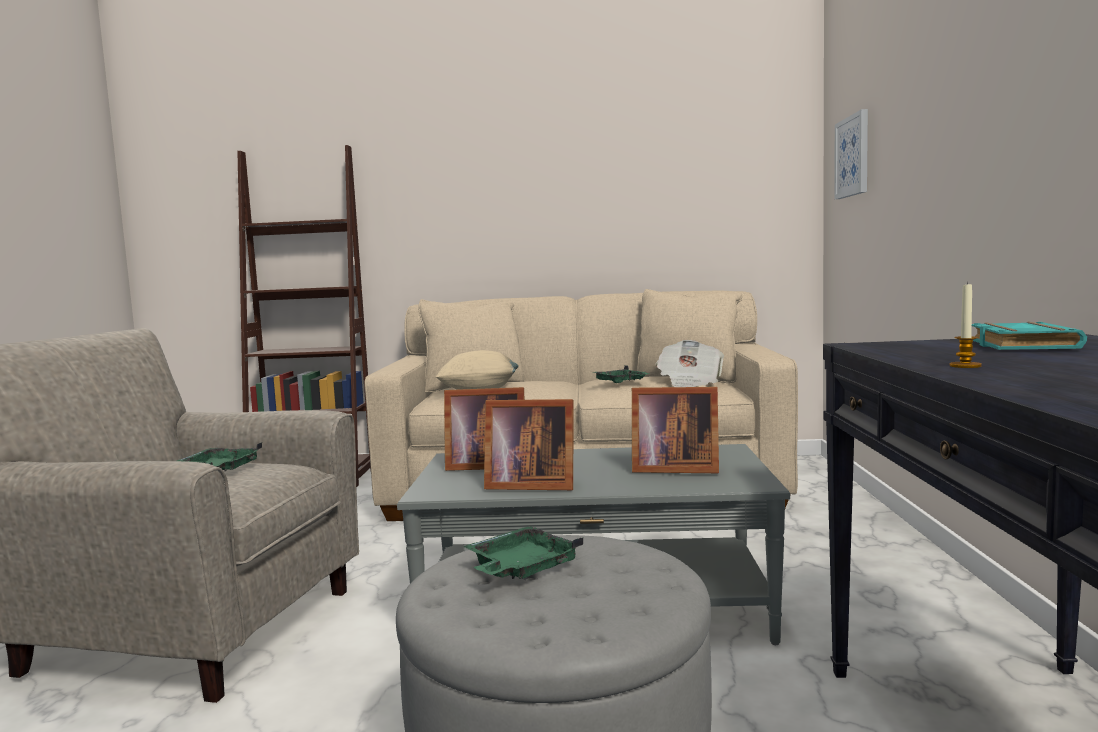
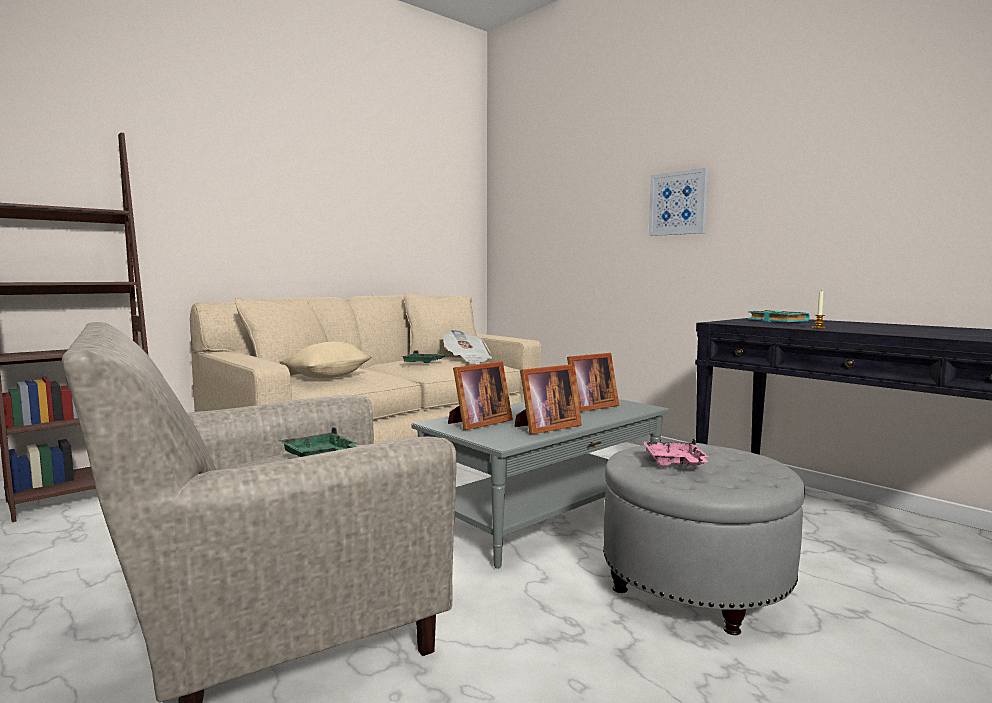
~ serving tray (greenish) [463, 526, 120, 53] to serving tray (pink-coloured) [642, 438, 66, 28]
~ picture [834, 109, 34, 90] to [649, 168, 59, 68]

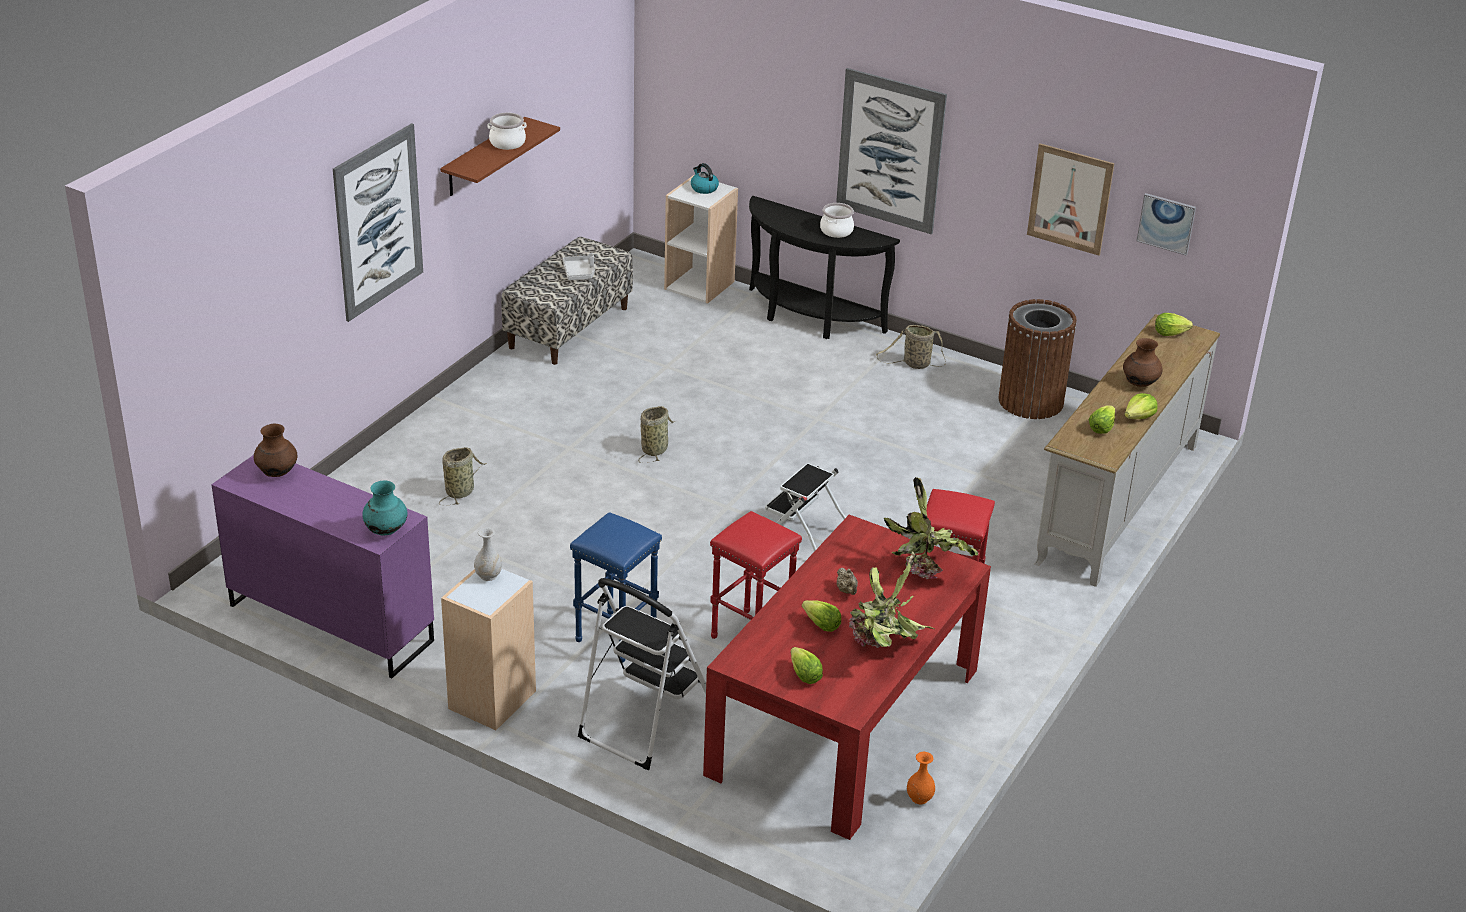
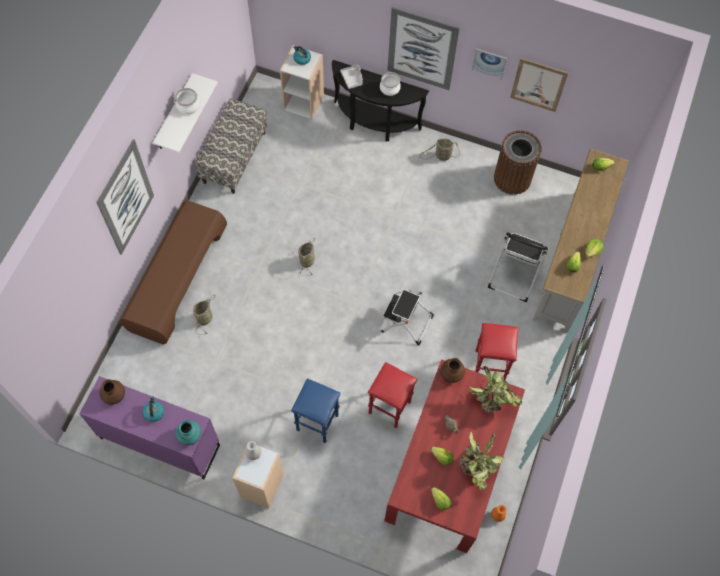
+ bench (brown) [120, 200, 107, 144]
+ water kettle [143, 396, 21, 26]
~ wall shelf (brown) [440, 117, 120, 79] to wall shelf (white-coloured) [153, 73, 65, 80]
~ serving tray (grey) [563, 253, 32, 27] to [340, 65, 23, 24]
~ flower vase (brown) [1123, 338, 40, 49] to [441, 358, 24, 25]
~ picture [1137, 193, 59, 62] to [472, 48, 35, 32]
~ step stool [578, 578, 128, 192] to [488, 232, 61, 70]

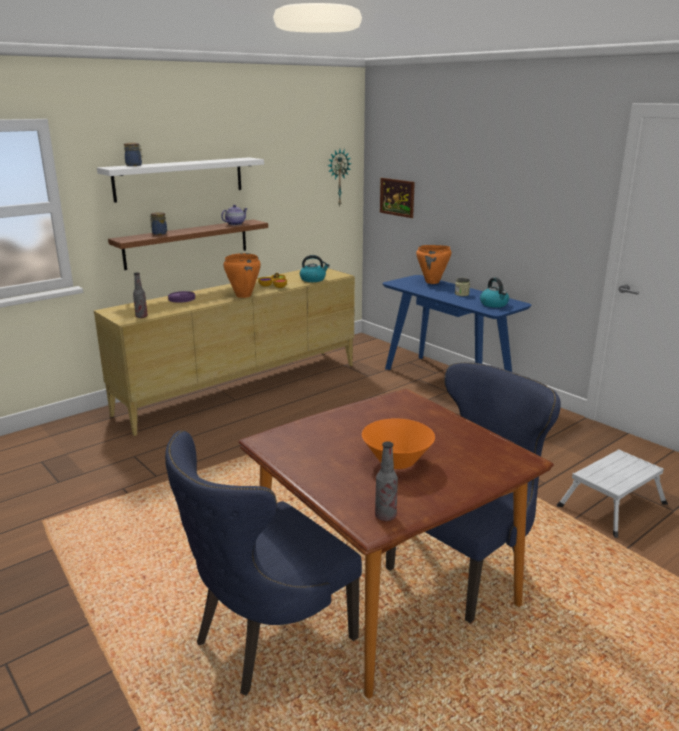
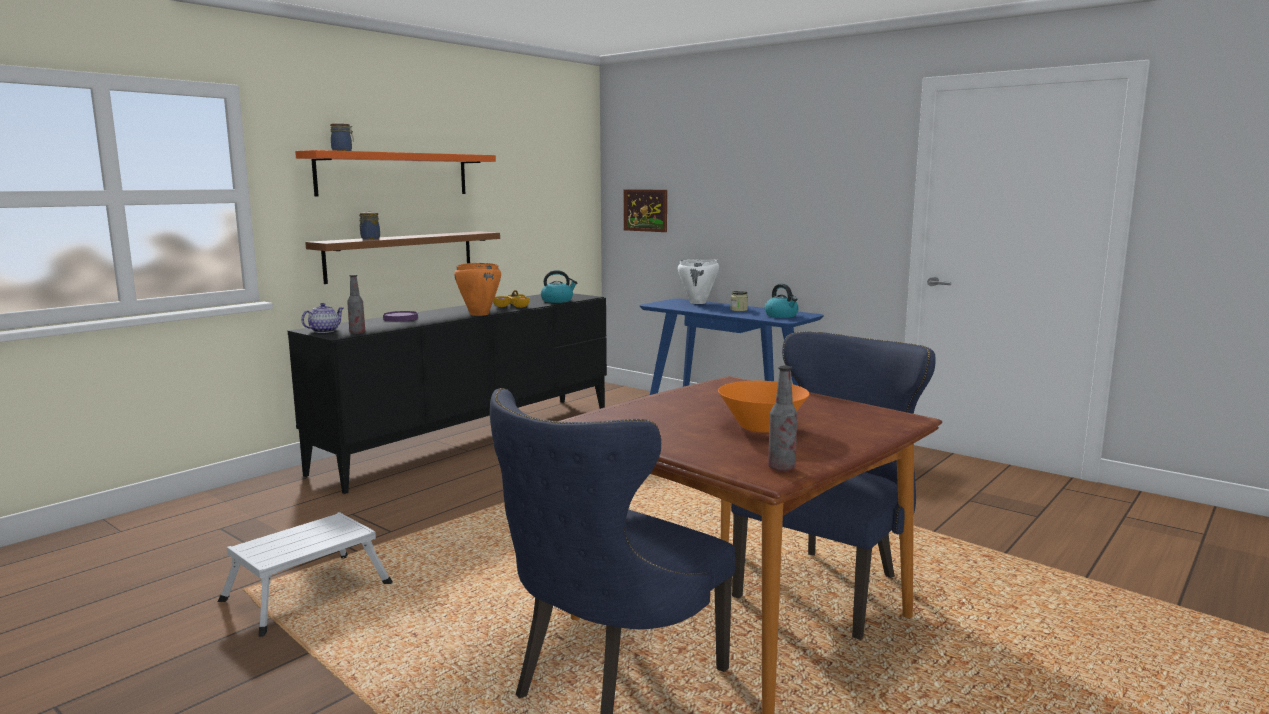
~ step stool (white-coloured) [557, 449, 111, 89] to [218, 512, 175, 125]
~ cabinet (beige-coloured) [93, 268, 262, 168] to cabinet (blackish) [288, 293, 319, 201]
~ wall shelf (white-coloured) [97, 157, 167, 46] to wall shelf (orange-coloured) [295, 150, 201, 47]
~ pot for tea [221, 205, 27, 20] to [301, 303, 42, 30]
~ stockpot (orange-coloured) [416, 245, 35, 39] to stockpot (white-coloured) [678, 259, 41, 45]
- hanging clock [328, 149, 23, 57]

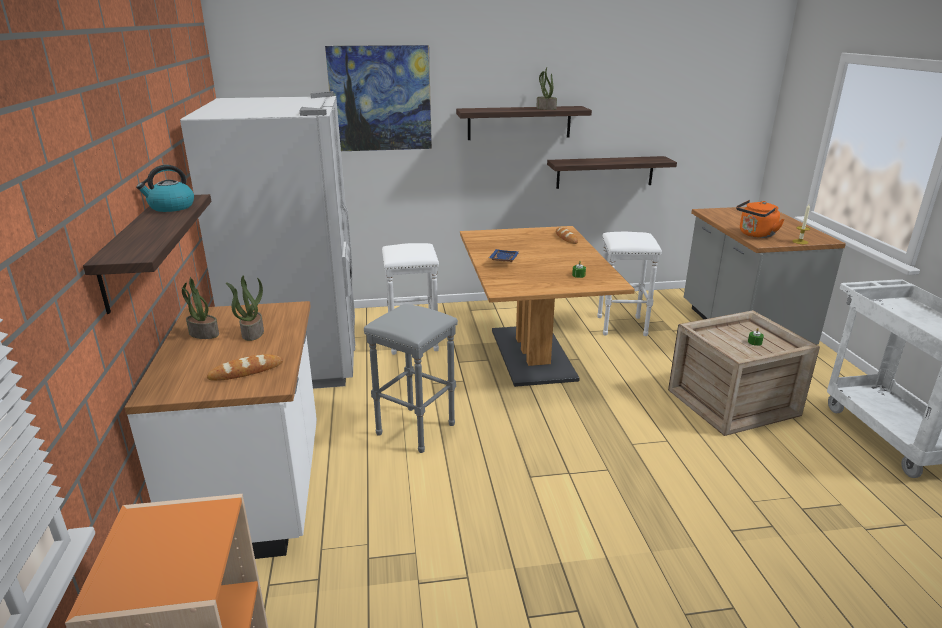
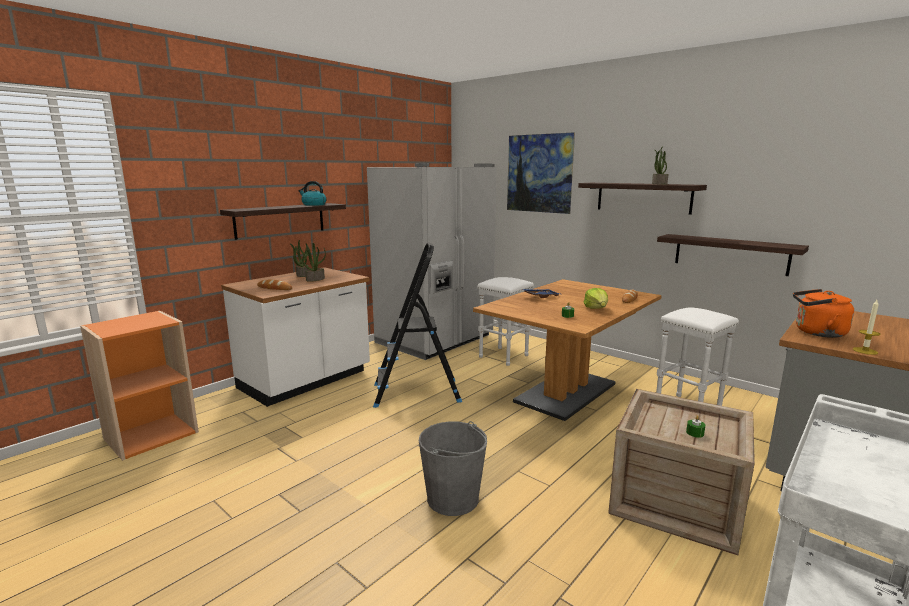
~ sitting stool (grey) [364, 304, 94, 149] to step stool (blackish) [373, 242, 89, 166]
+ bucket (grey) [419, 421, 68, 95]
+ lettuce head [584, 288, 24, 21]

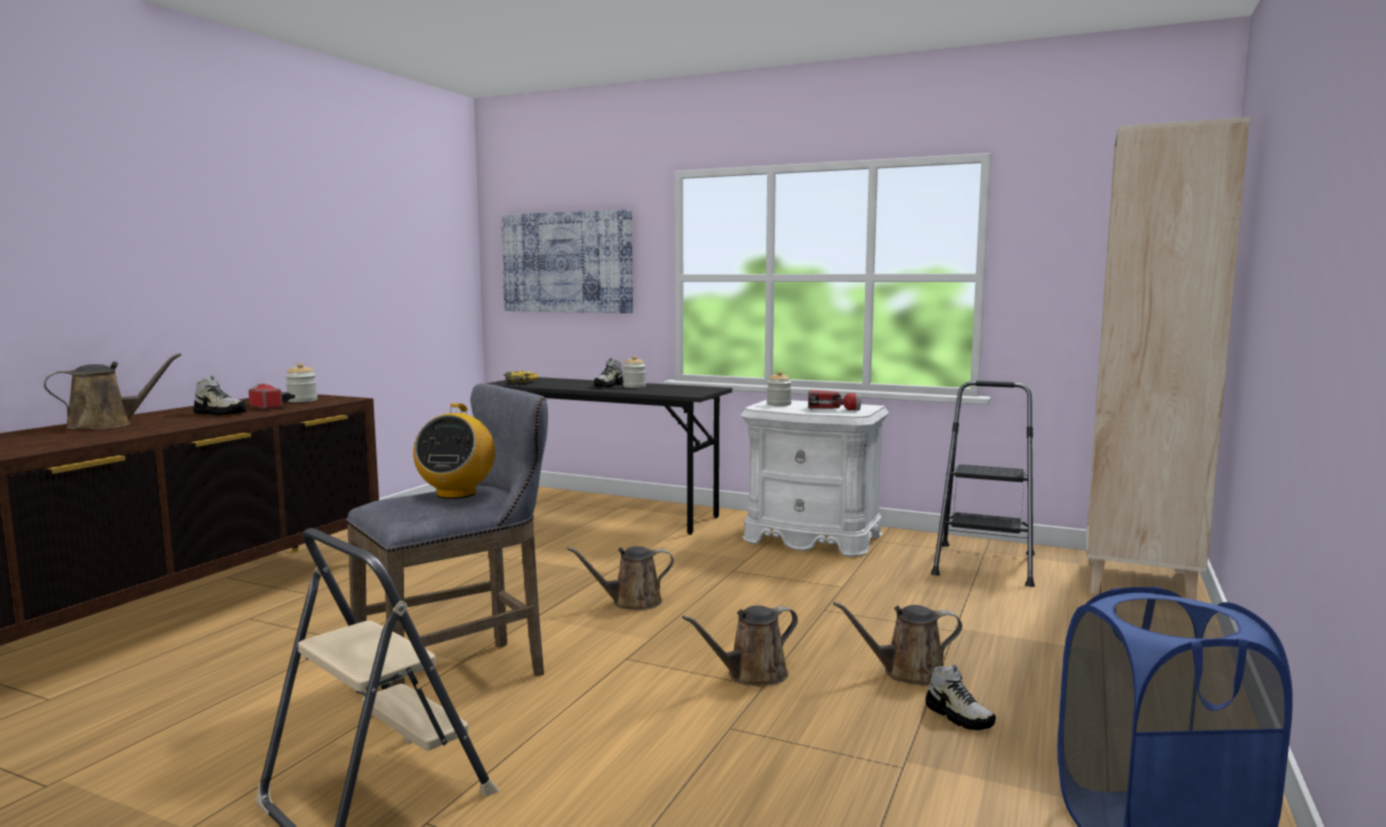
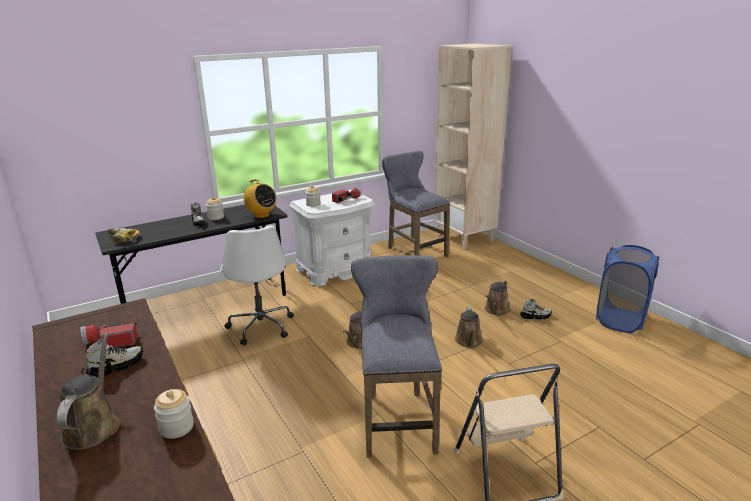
~ jar [285, 363, 32, 39] to [154, 389, 40, 50]
+ computer chair (white-coloured) [220, 226, 74, 119]
~ radio receiver [413, 403, 82, 96] to [241, 179, 35, 39]
~ step stool (blackish) [931, 380, 104, 207] to sitting stool (grey) [382, 151, 68, 106]
- picture [501, 210, 132, 103]

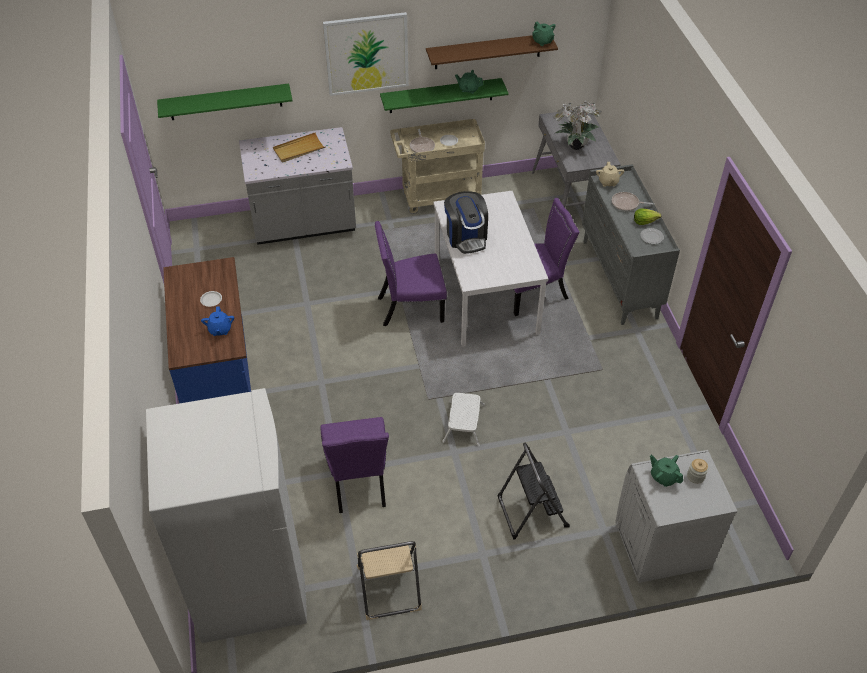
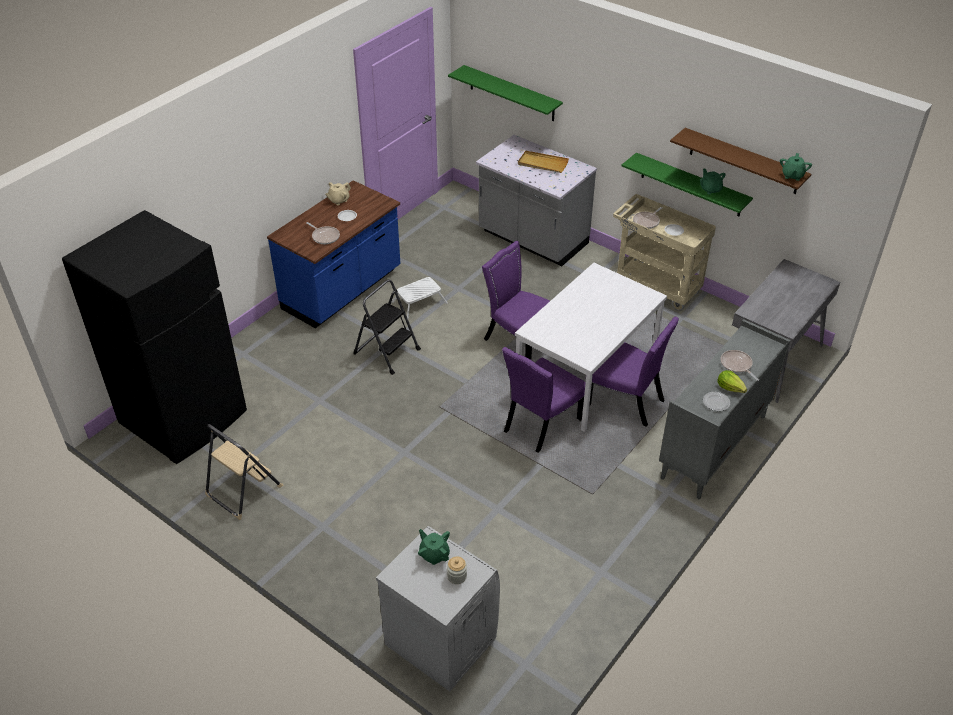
~ refrigerator (white-coloured) [146, 388, 161, 255] to refrigerator (blackish) [62, 210, 185, 254]
~ pot for tea (blue-coloured) [201, 306, 33, 30] to pan [306, 222, 34, 22]
~ pot for tea (beige-coloured) [596, 162, 28, 25] to [326, 182, 25, 23]
~ step stool (blackish) [498, 443, 72, 97] to [353, 279, 68, 96]
~ step stool (white-coloured) [442, 393, 43, 54] to [392, 277, 55, 42]
~ pot for tea (greenish) [650, 455, 33, 32] = [418, 529, 32, 36] 45 degrees counterclockwise
~ chair (purple) [320, 417, 69, 96] to [502, 347, 84, 106]
- picture [323, 12, 86, 84]
- coffee machine [444, 191, 44, 63]
- houseplant [553, 100, 49, 50]

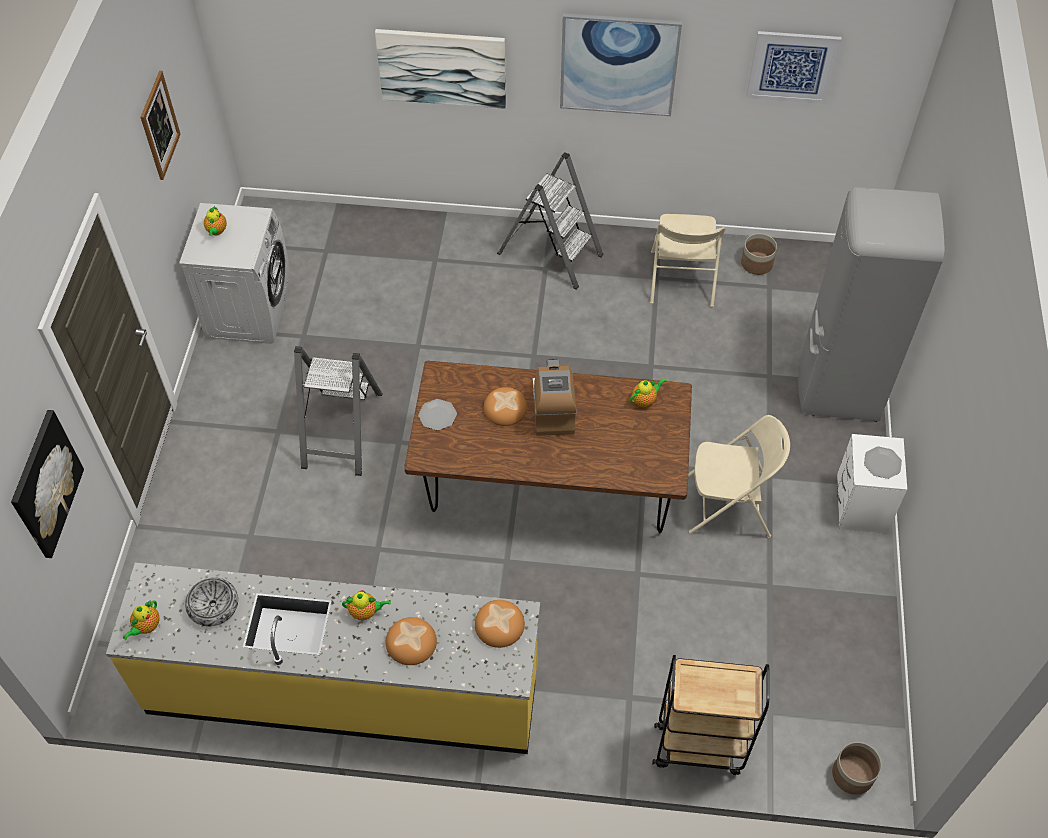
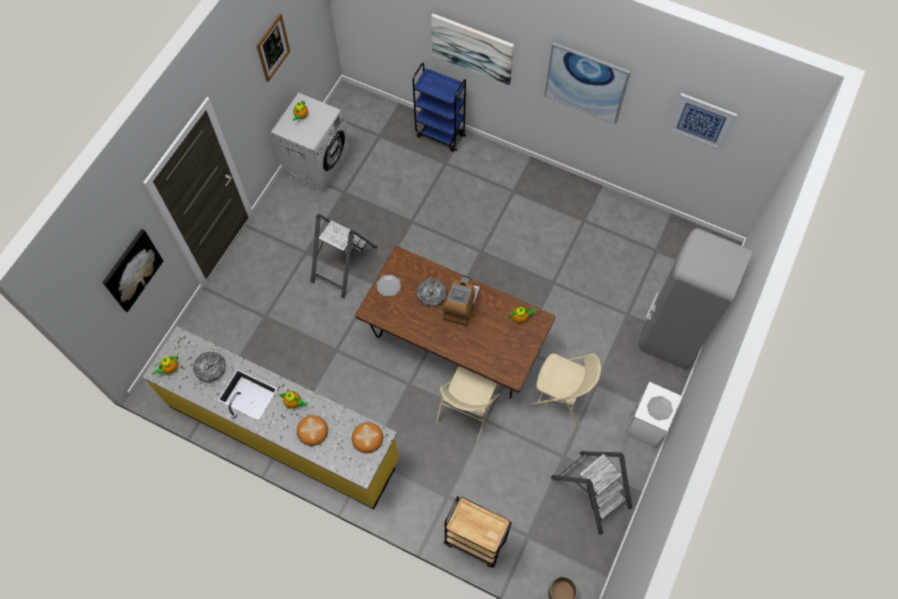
+ wheeled cart (blue-coloured) [413, 63, 53, 89]
~ baked bread [484, 387, 43, 39] to serving bowl [417, 279, 30, 28]
~ chair (beige-coloured) [650, 214, 76, 93] to [436, 366, 64, 75]
~ step stool (grey) [497, 152, 107, 138] to [550, 451, 82, 84]
- flower pot [741, 234, 36, 41]

